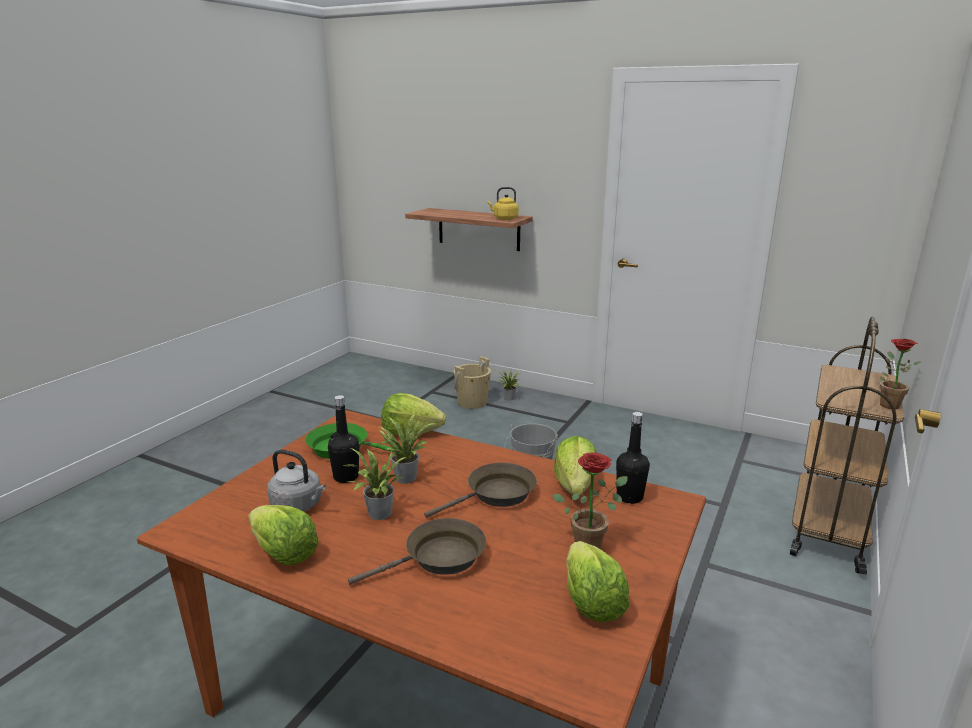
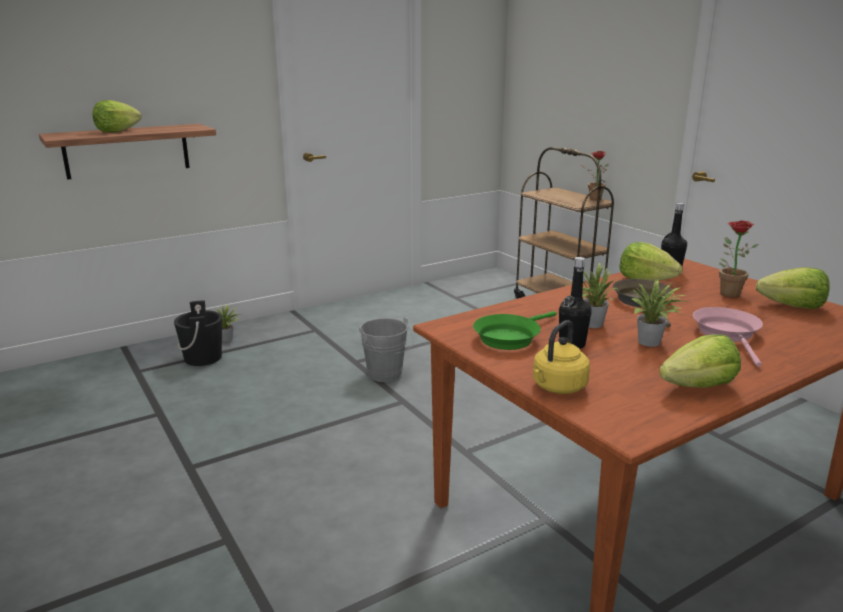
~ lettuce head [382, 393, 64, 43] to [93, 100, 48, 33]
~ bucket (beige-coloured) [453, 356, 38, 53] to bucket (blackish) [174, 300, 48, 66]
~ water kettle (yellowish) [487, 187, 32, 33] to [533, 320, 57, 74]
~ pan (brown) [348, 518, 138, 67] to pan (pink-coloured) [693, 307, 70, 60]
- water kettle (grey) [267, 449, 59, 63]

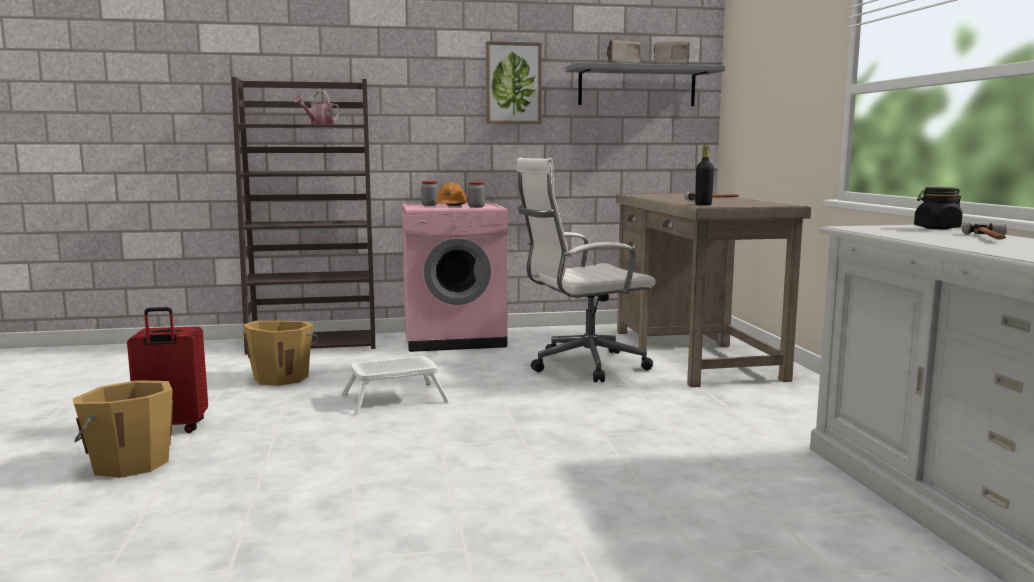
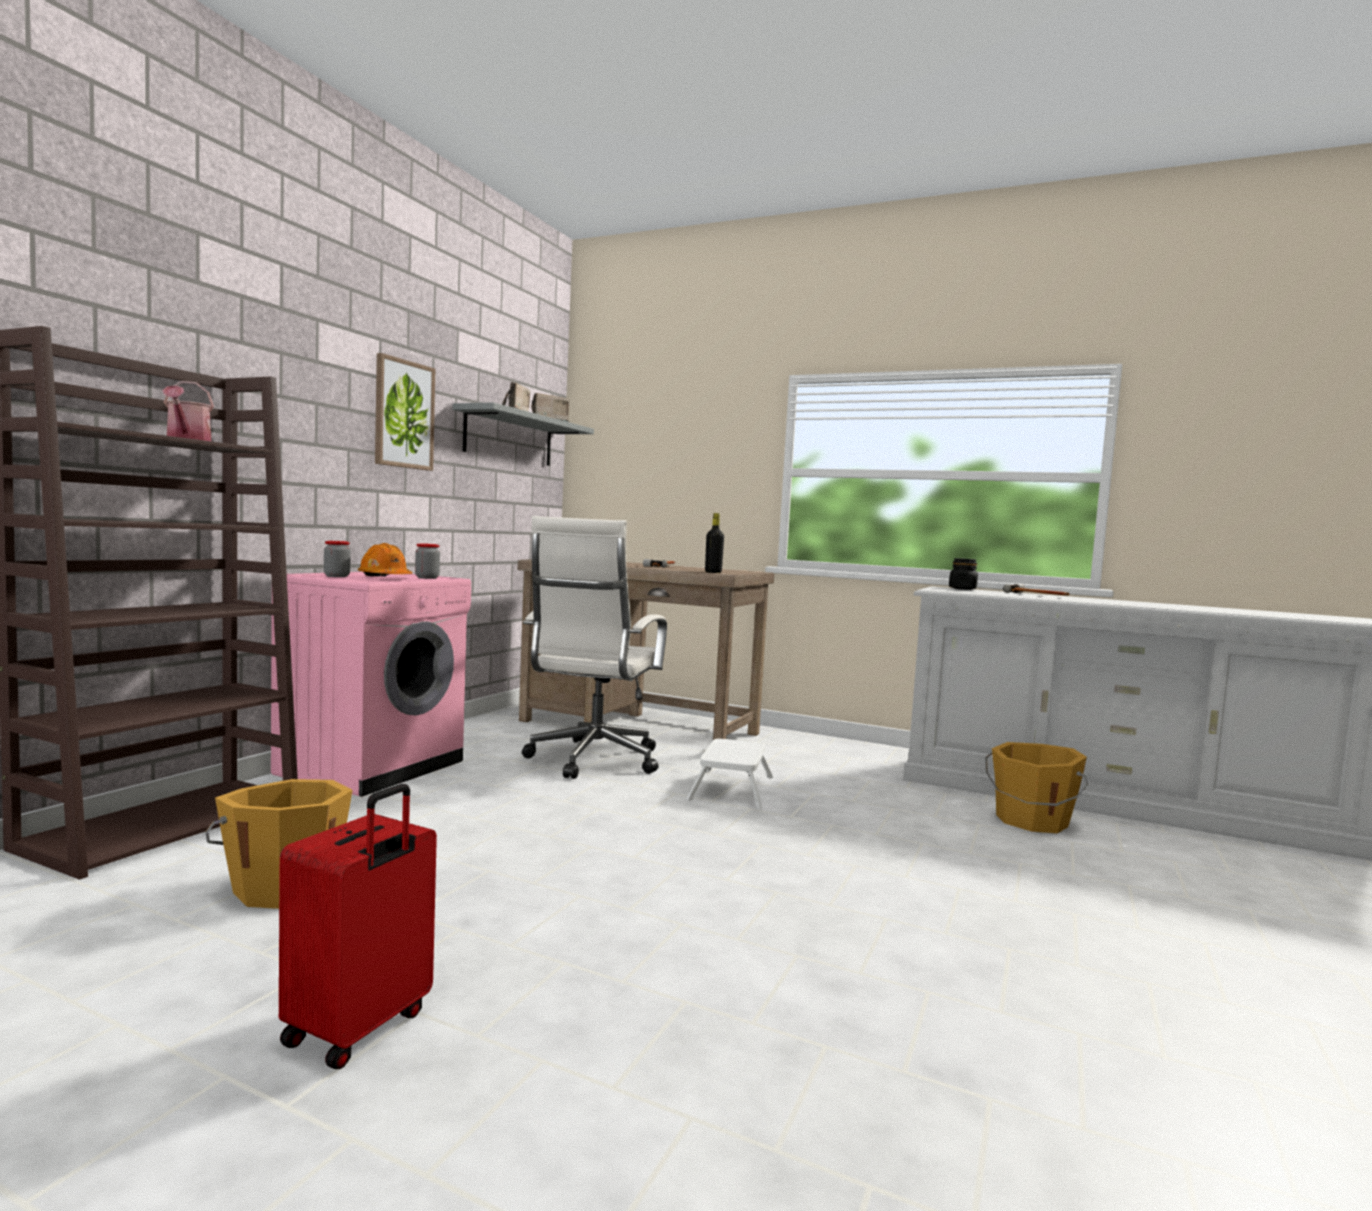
~ step stool (white-coloured) [341, 356, 109, 59] to [686, 739, 87, 70]
~ bucket (orange-coloured) [73, 380, 100, 98] to [985, 742, 103, 91]

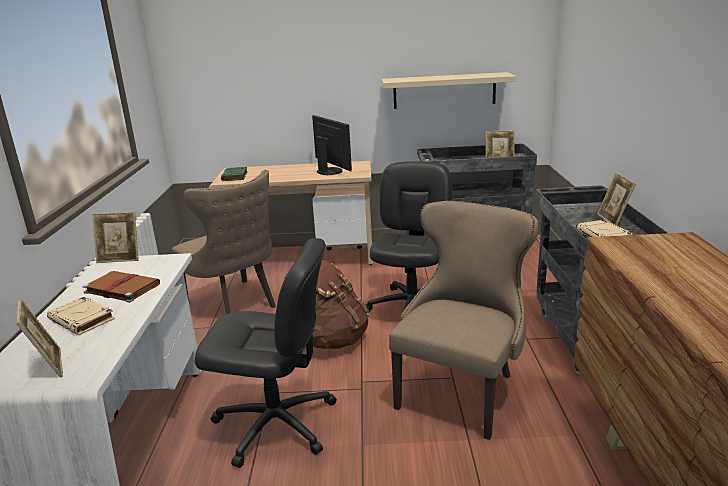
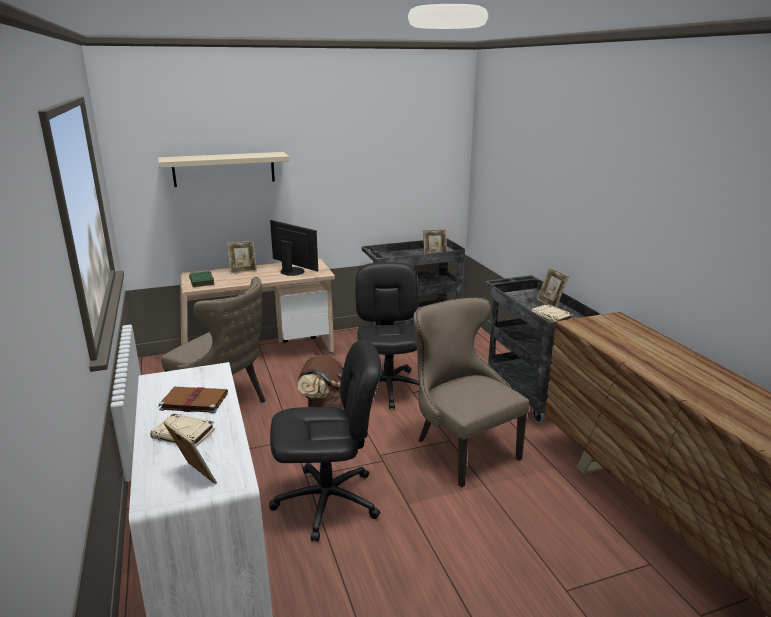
~ wall shelf (beige-coloured) [382, 72, 134, 37] to [158, 152, 132, 35]
~ standing frame [92, 212, 47, 51] to [227, 241, 30, 33]
~ chair (beige-coloured) [389, 201, 149, 239] = [414, 298, 115, 190] 45 degrees counterclockwise

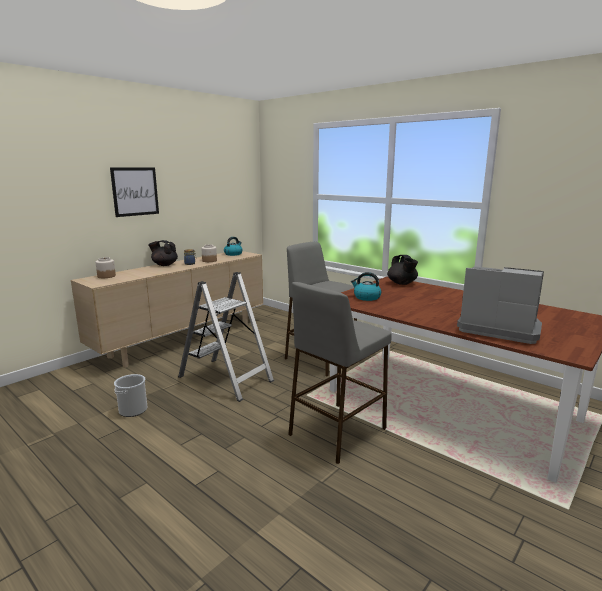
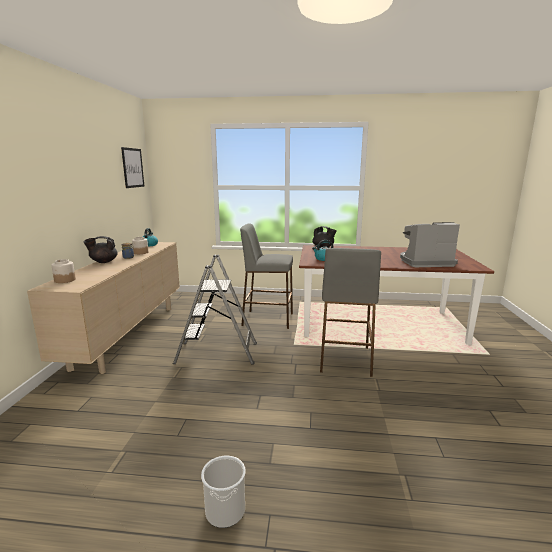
~ picture [110, 168, 49, 49] to [121, 147, 24, 41]
~ bucket [114, 374, 34, 43] to [201, 456, 45, 72]

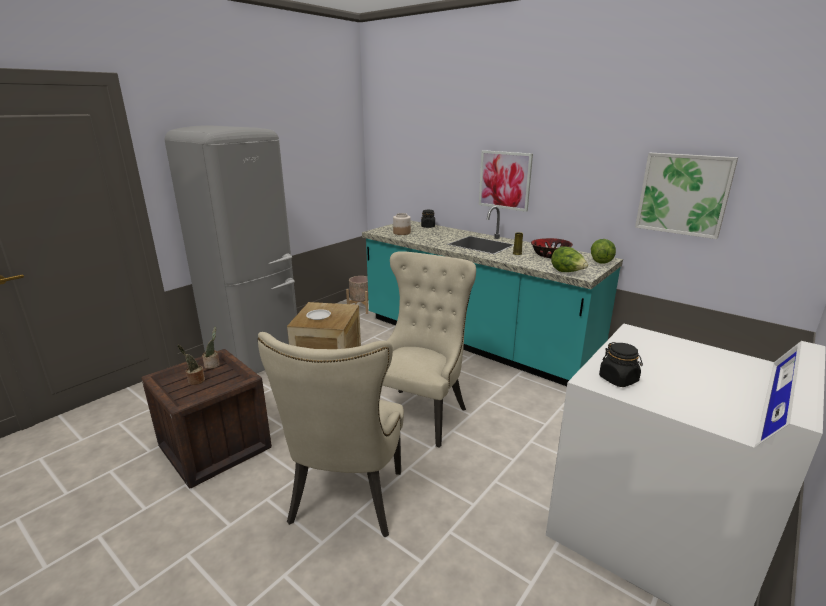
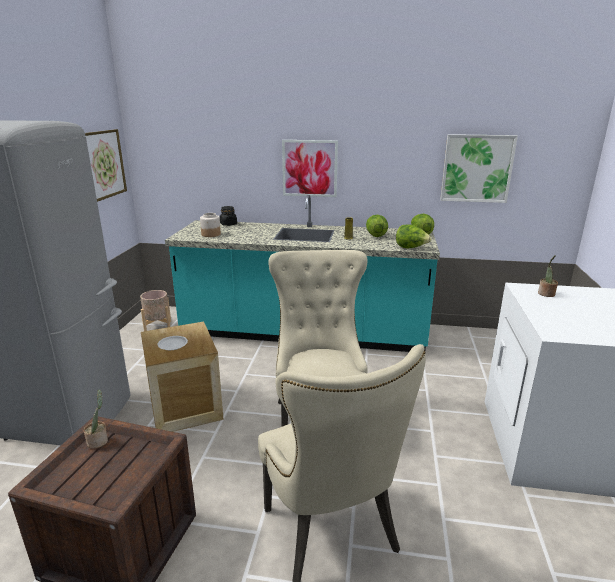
+ picture [84, 129, 43, 73]
~ serving bowl [531, 238, 42, 20] to lettuce head [366, 215, 22, 22]
~ houseplant [177, 345, 28, 40] to [538, 255, 20, 42]
- jar (blackish) [599, 342, 44, 45]

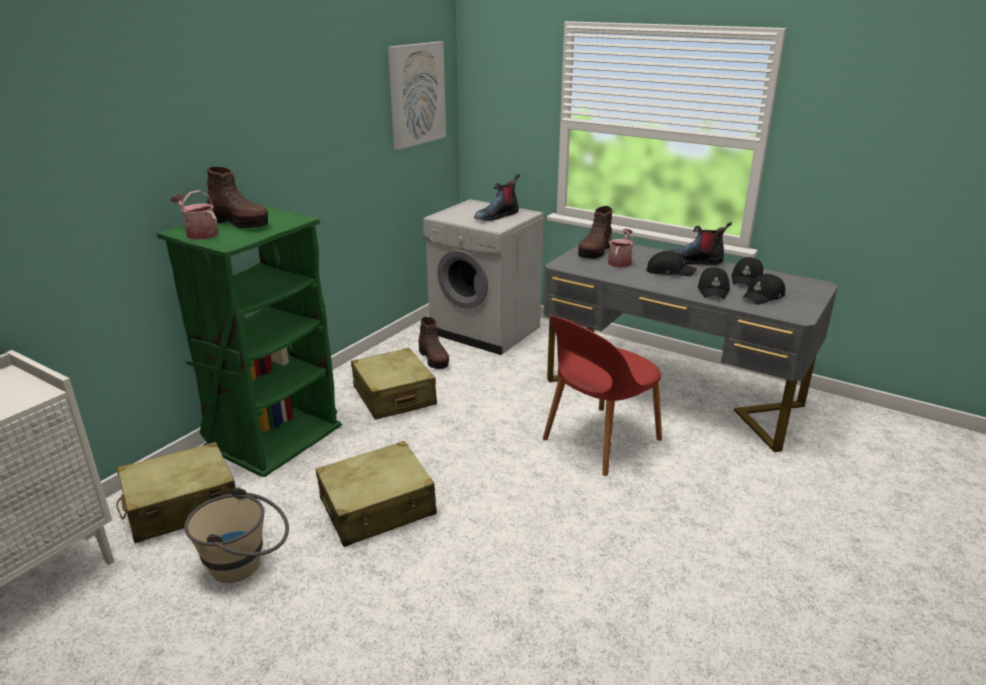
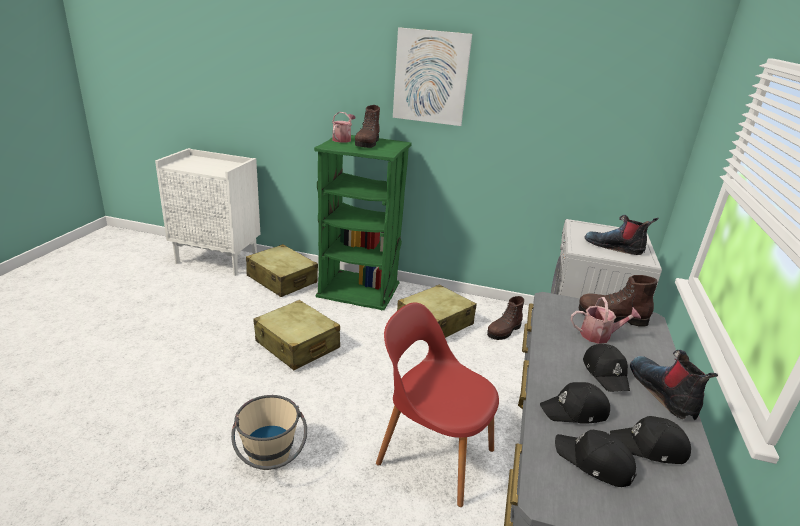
~ bucket (beige-coloured) [184, 487, 105, 96] to [231, 395, 76, 75]
~ picture [388, 41, 58, 109] to [393, 27, 79, 99]

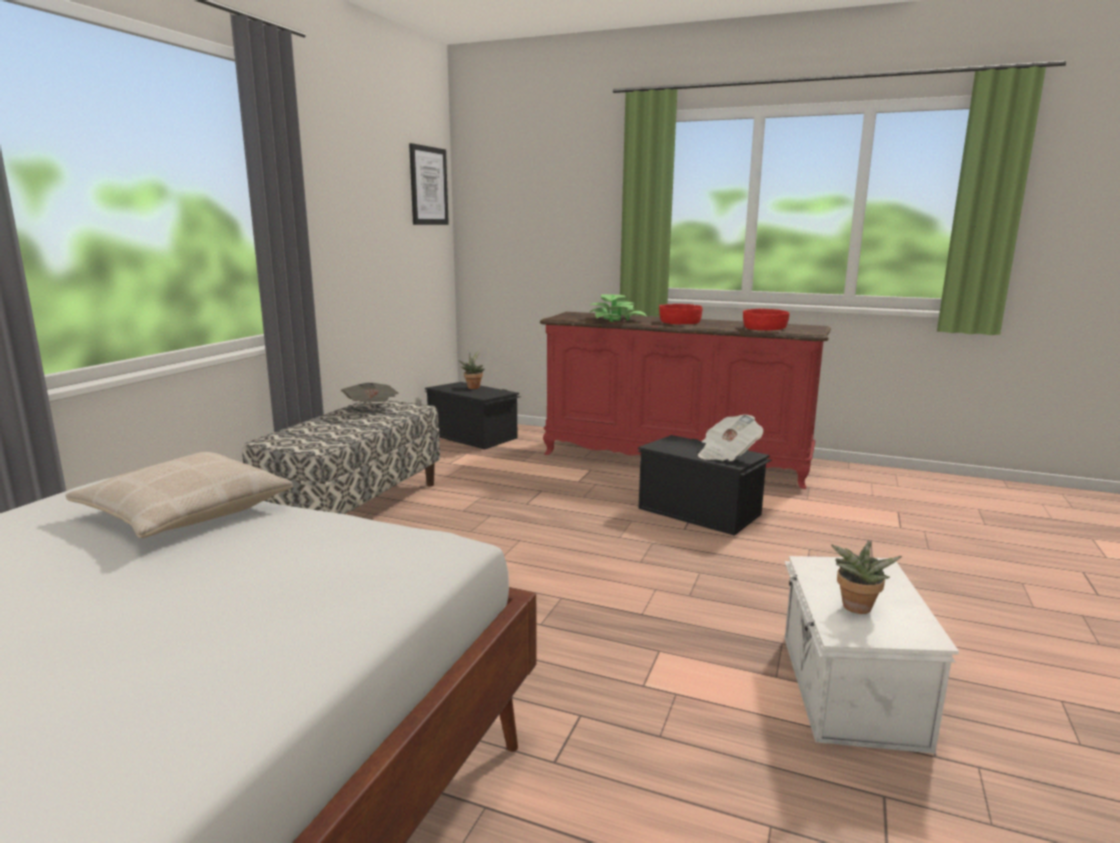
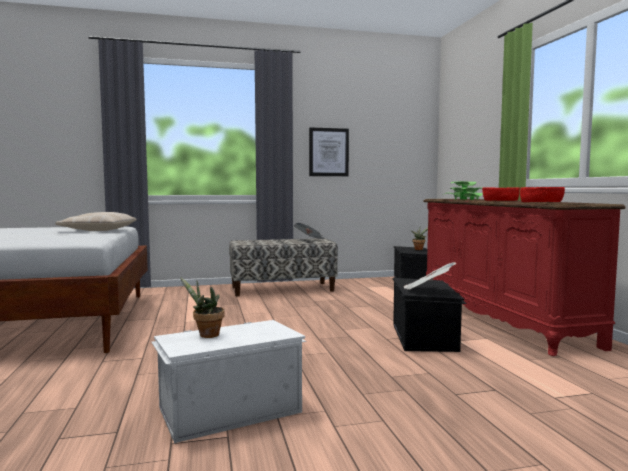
~ picture [409, 143, 40, 82] to [309, 127, 40, 49]

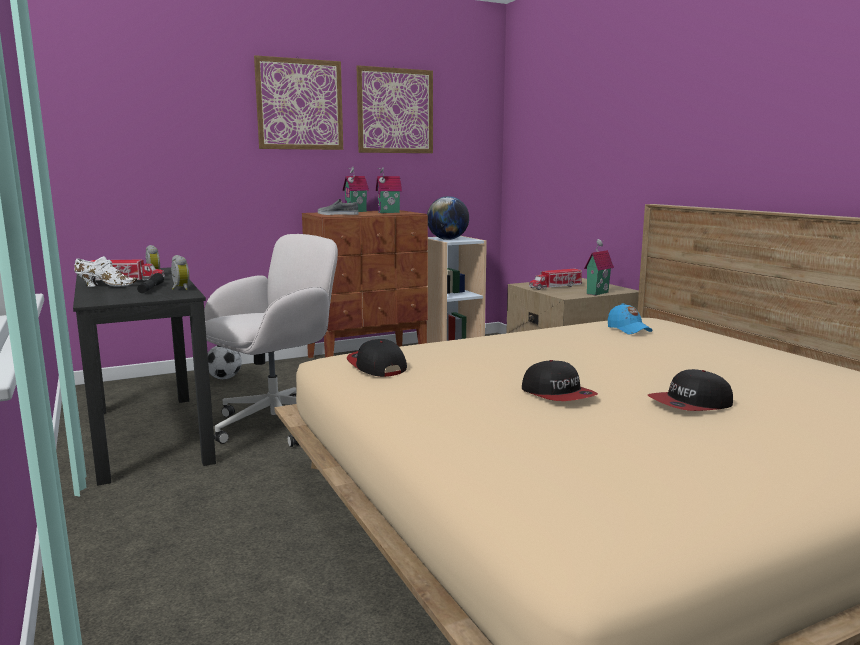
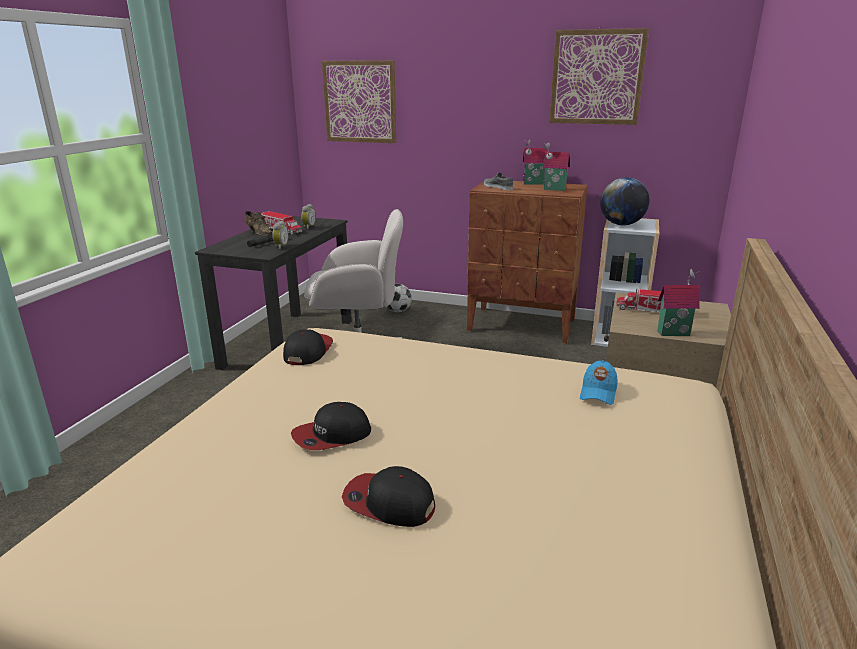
~ shoe (white-coloured) [74, 256, 63, 31] to shoe (brown) [245, 211, 27, 25]
~ baseball cap [522, 360, 76, 41] = [291, 402, 80, 48] 45 degrees clockwise
~ picture [254, 55, 89, 95] to [322, 58, 74, 85]

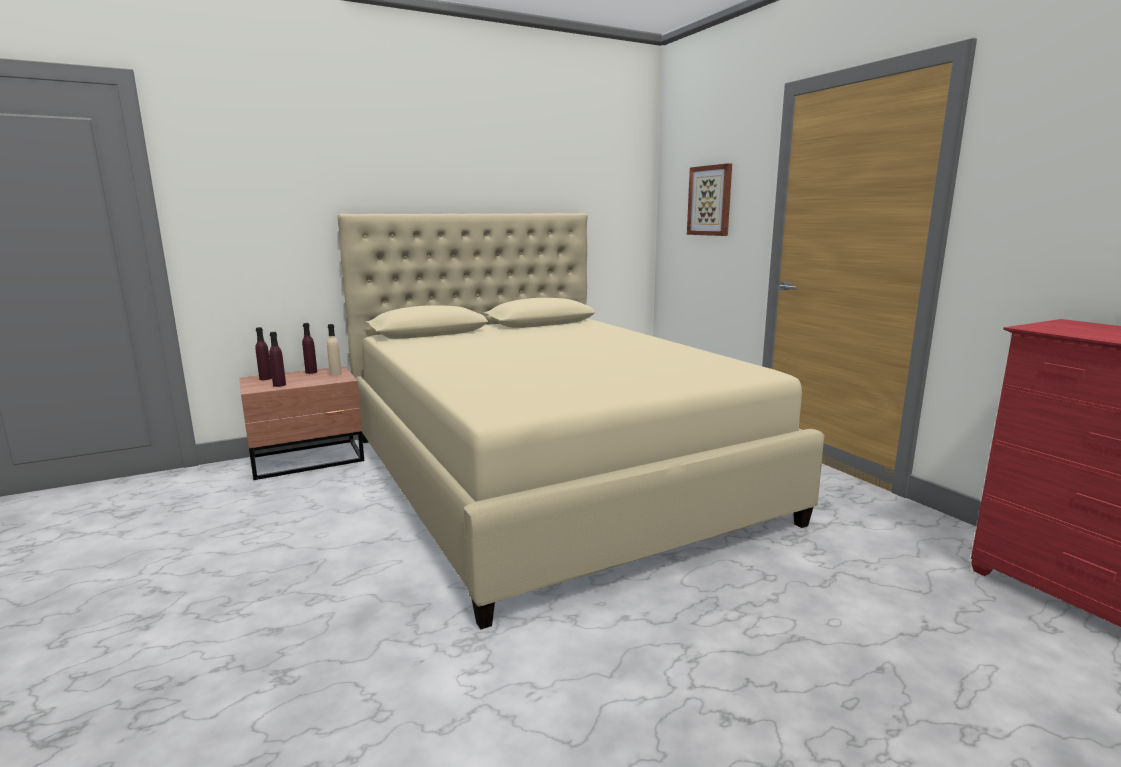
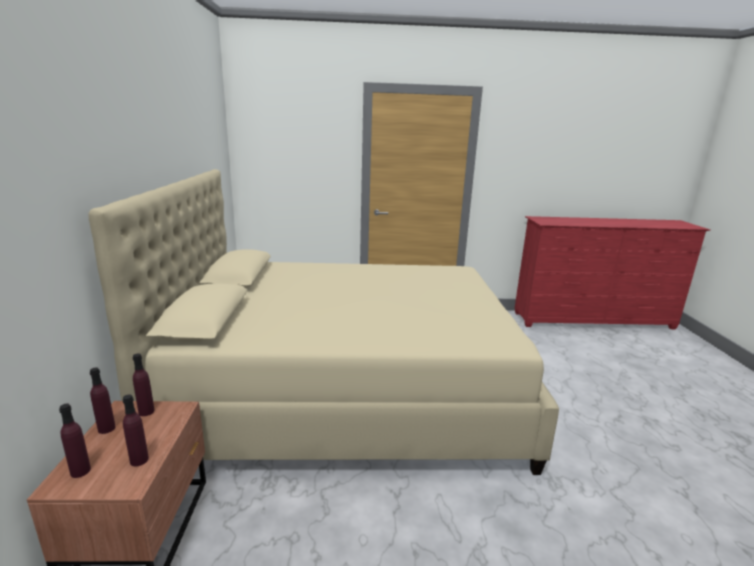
~ drink bottle (beige-coloured) [327, 324, 15, 52] to drink bottle (purple) [133, 353, 22, 63]
- picture [687, 163, 45, 73]

